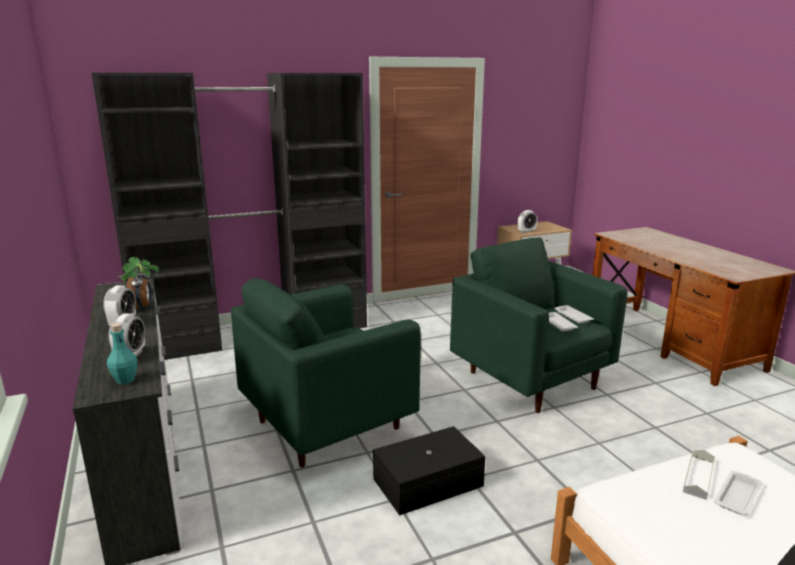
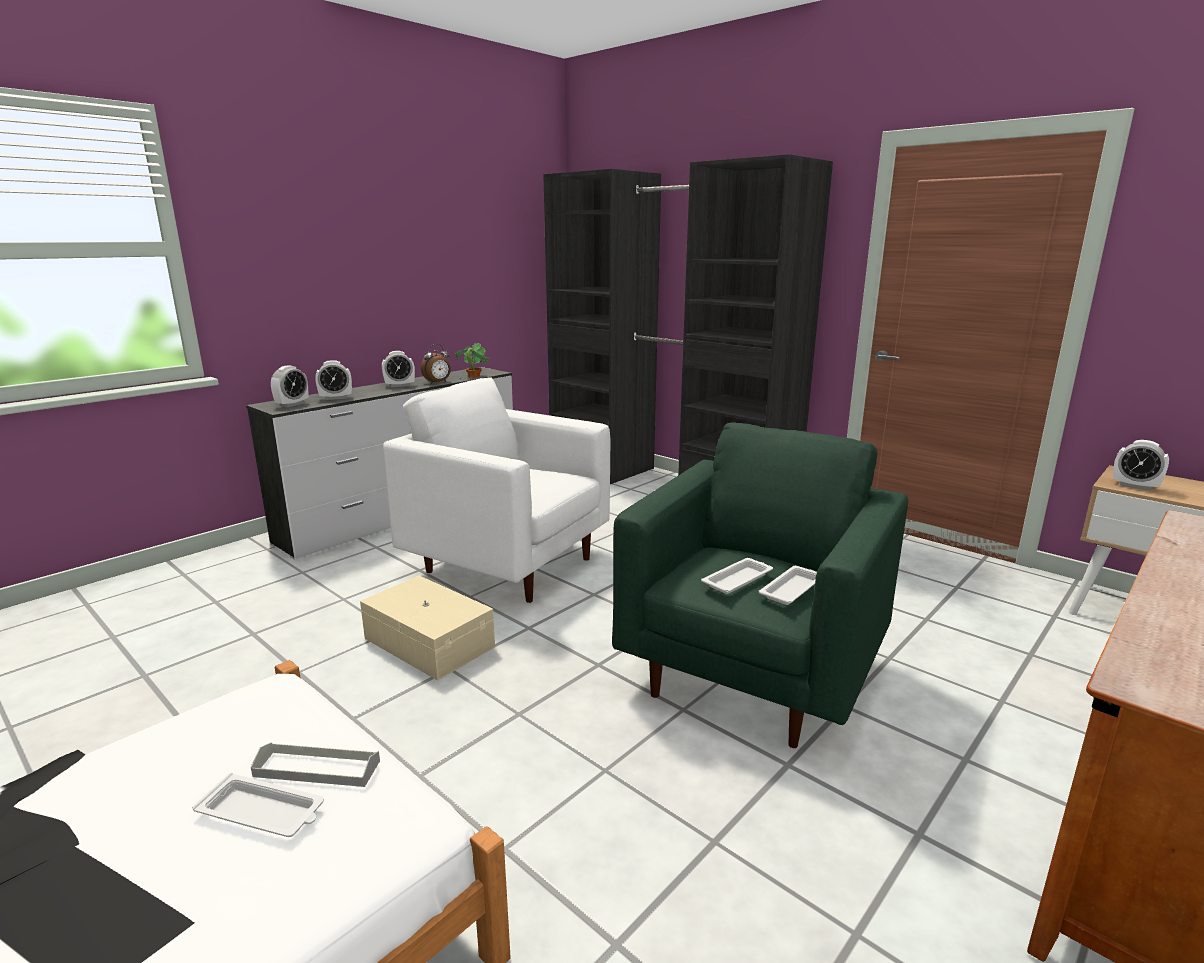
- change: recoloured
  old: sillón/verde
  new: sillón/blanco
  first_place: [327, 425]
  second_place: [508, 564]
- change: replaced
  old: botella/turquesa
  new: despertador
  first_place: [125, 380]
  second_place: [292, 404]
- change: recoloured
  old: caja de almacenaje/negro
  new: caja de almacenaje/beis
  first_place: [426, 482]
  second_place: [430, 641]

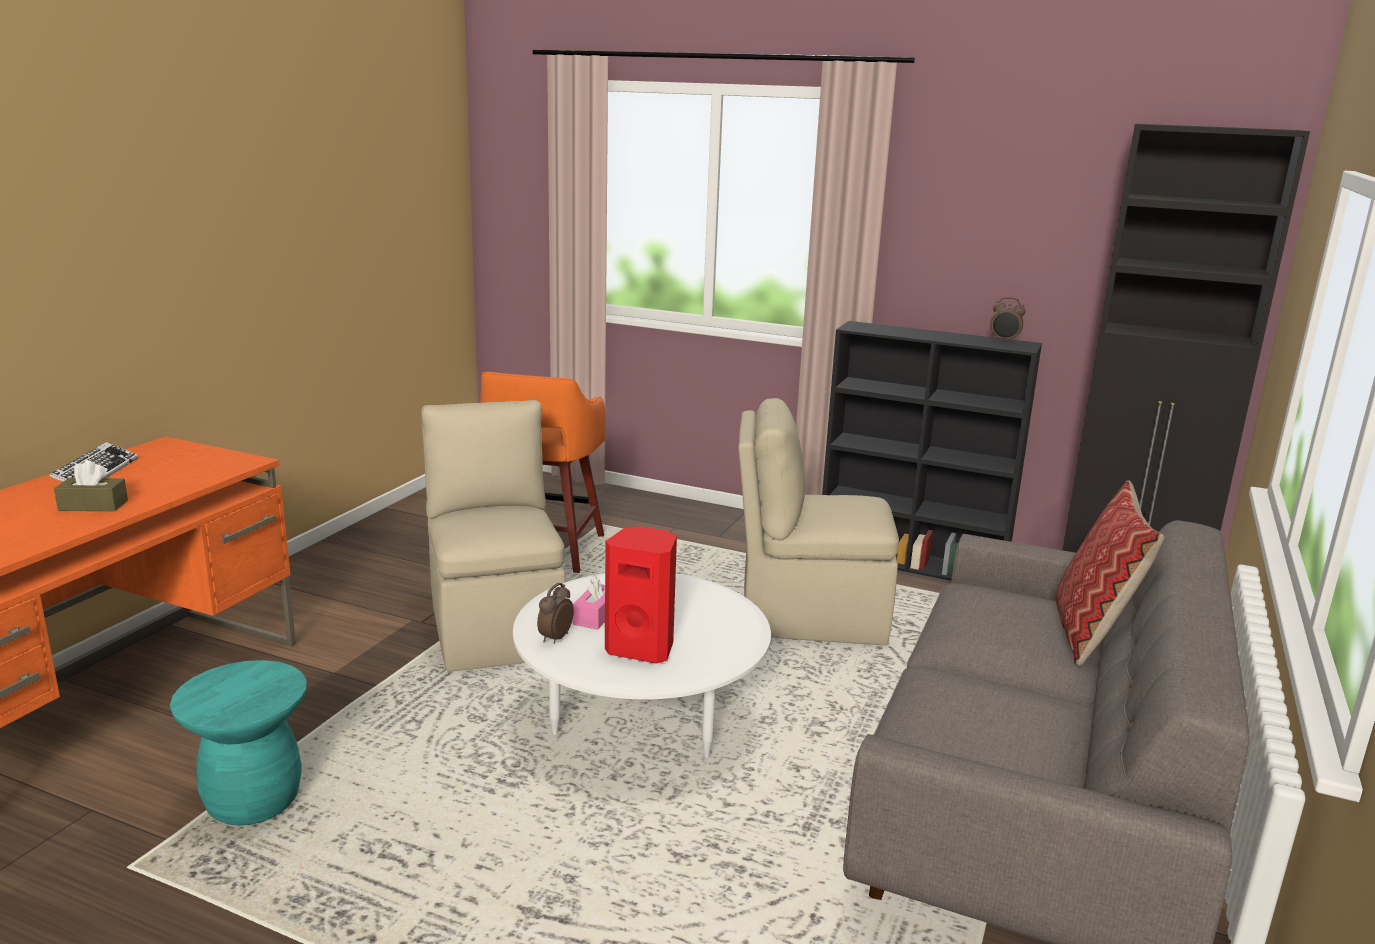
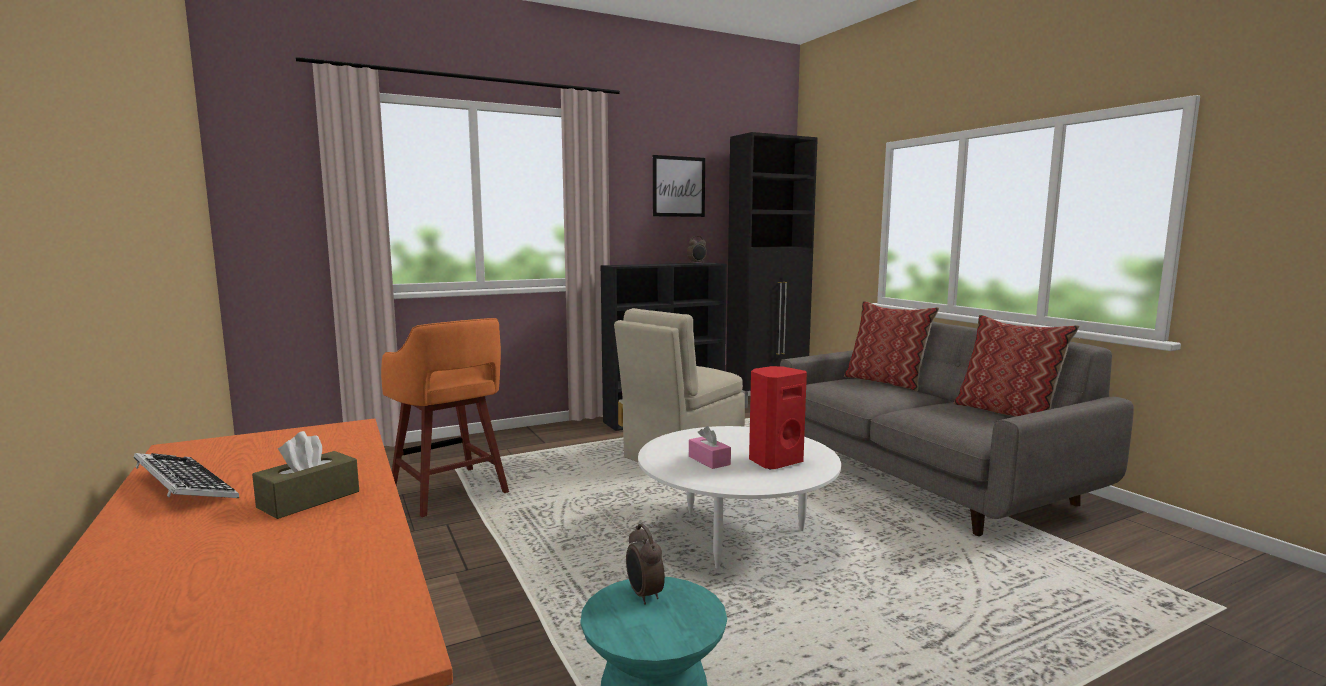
- change: removed
  old: silla/beis
  first_place: [496, 627]
- change: moved
  old: despertador
  first_place: [554, 638]
  second_place: [644, 595]
- change: added
  new: cuadro
  second_place: [678, 186]
- change: added
  new: cojín
  second_place: [1007, 413]

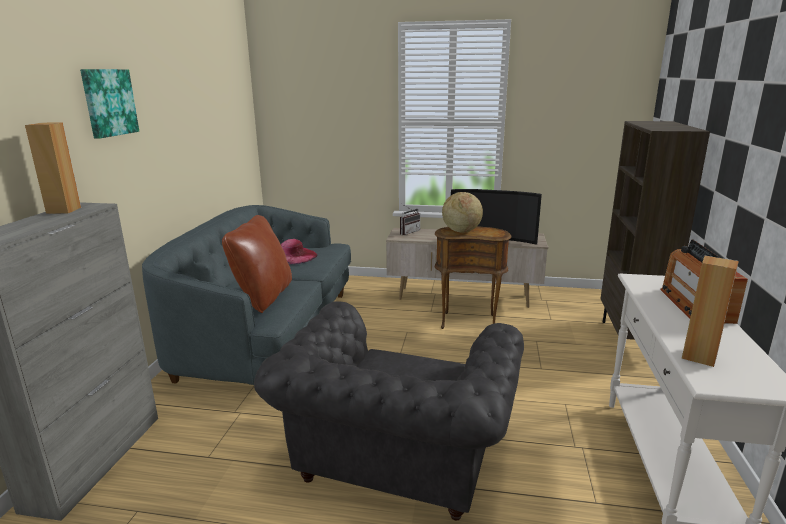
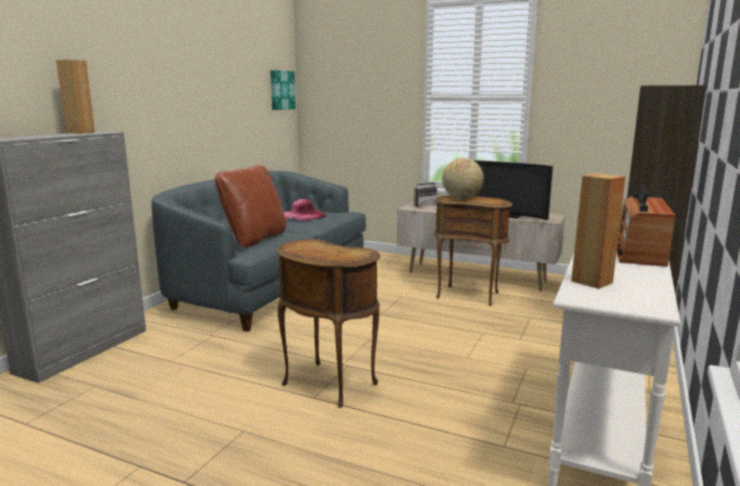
- change: moved
  old: cuadro
  first_place: [108, 102]
  second_place: [281, 90]
- change: replaced
  old: sillón/gris
  new: mesa auxiliar/marrón
  first_place: [395, 460]
  second_place: [327, 385]

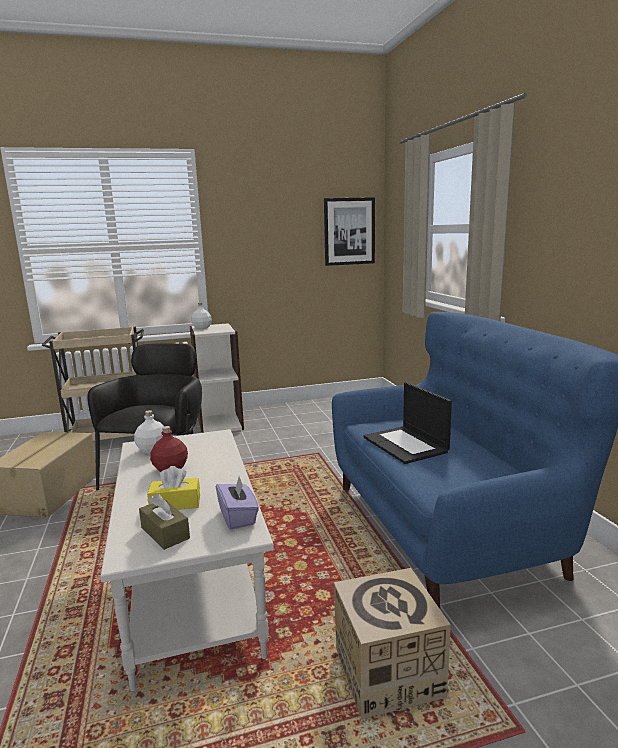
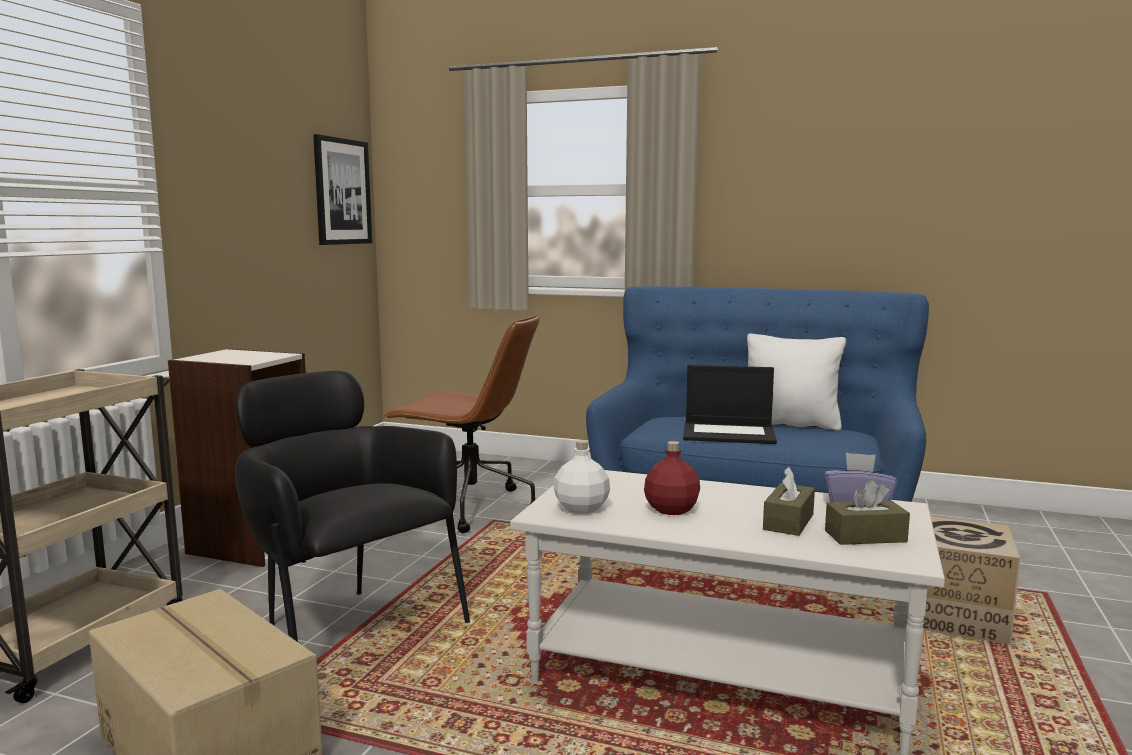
- change: removed
  old: botella/blanco
  first_place: [202, 327]
- change: recoloured
  old: caja de pañuelos/amarillo
  new: caja de pañuelos/marrón
  first_place: [175, 503]
  second_place: [788, 522]
- change: added
  new: silla de oficina/marrón
  second_place: [469, 508]
- change: added
  new: cojín/blanco
  second_place: [790, 424]

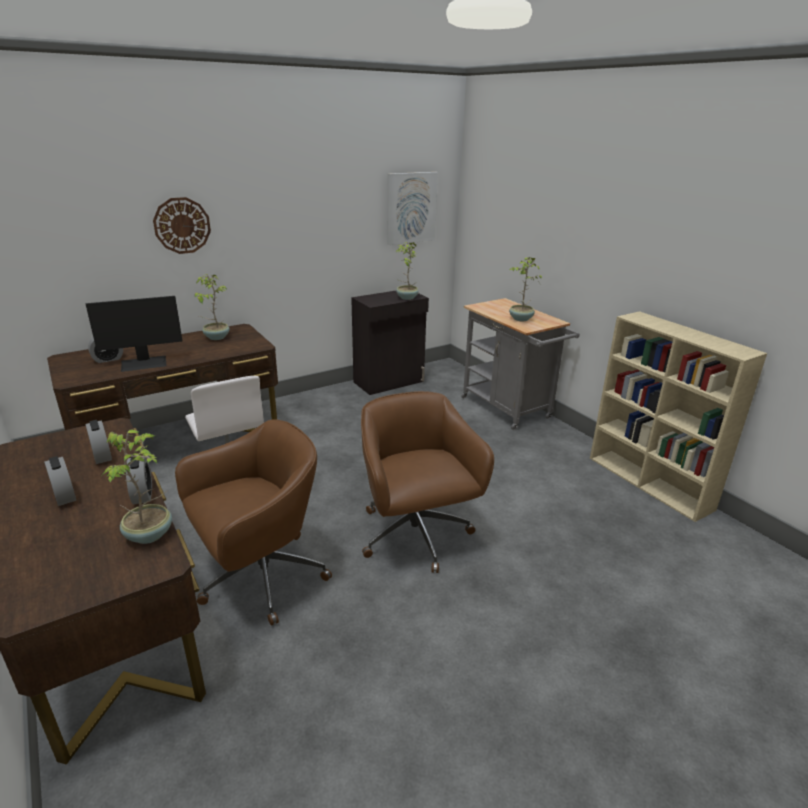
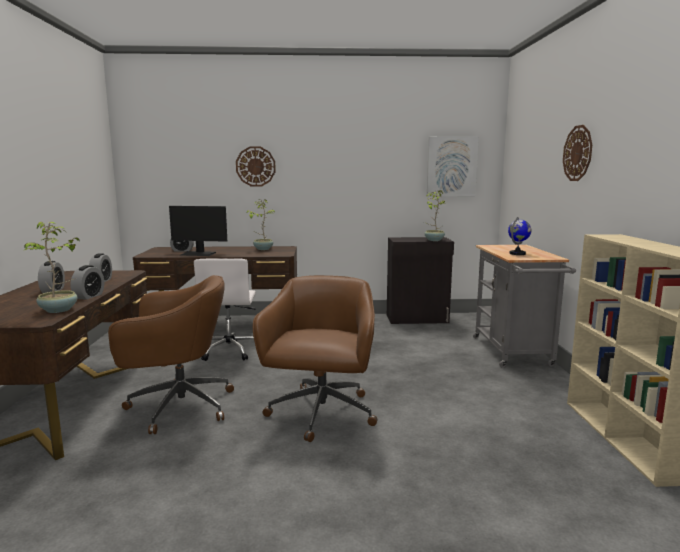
- change: replaced
  old: planta en maceta
  new: globo terráqueo
  first_place: [520, 319]
  second_place: [517, 254]
- change: added
  new: reloj de pared
  second_place: [577, 153]

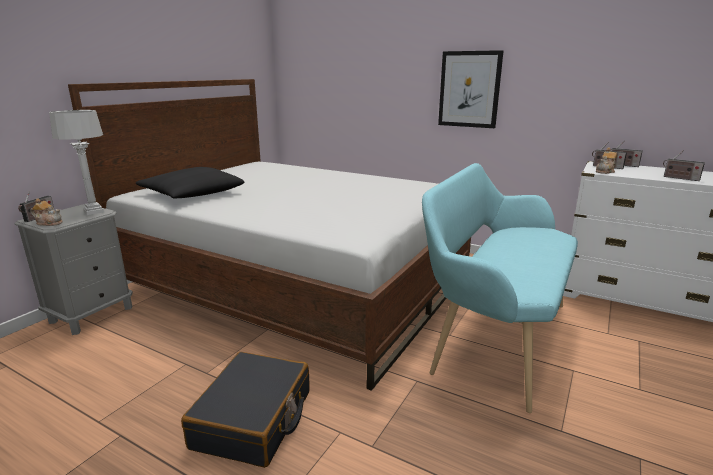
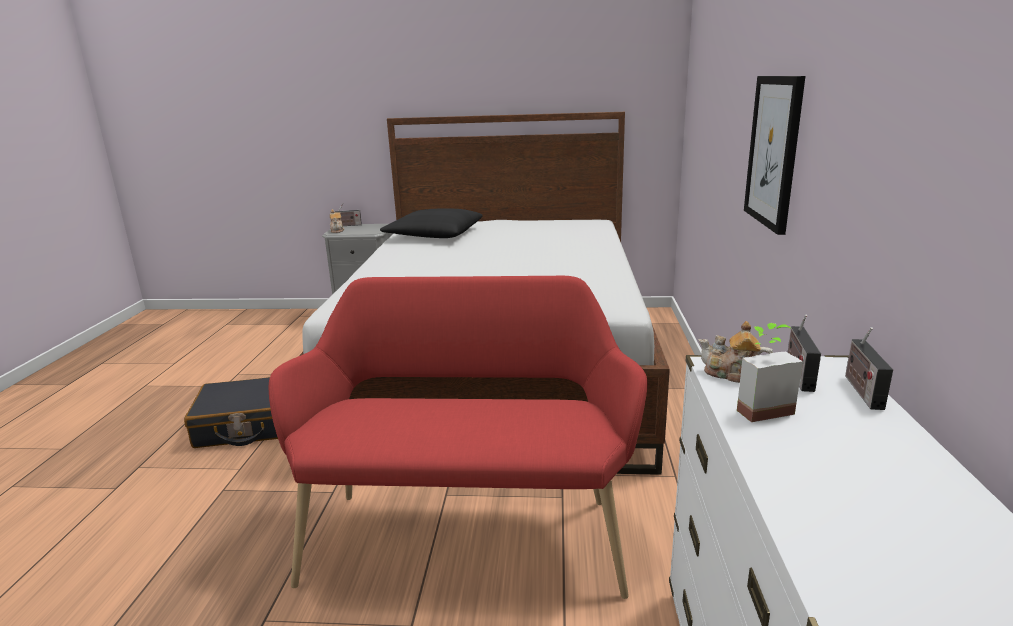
- change: removed
  old: lámpara de mesa/gris
  first_place: [94, 211]
- change: removed
  old: radio
  first_place: [679, 178]
- change: recoloured
  old: banco/turquesa
  new: banco/rojo
  first_place: [494, 335]
  second_place: [467, 532]
- change: added
  new: planta en maceta
  second_place: [758, 407]

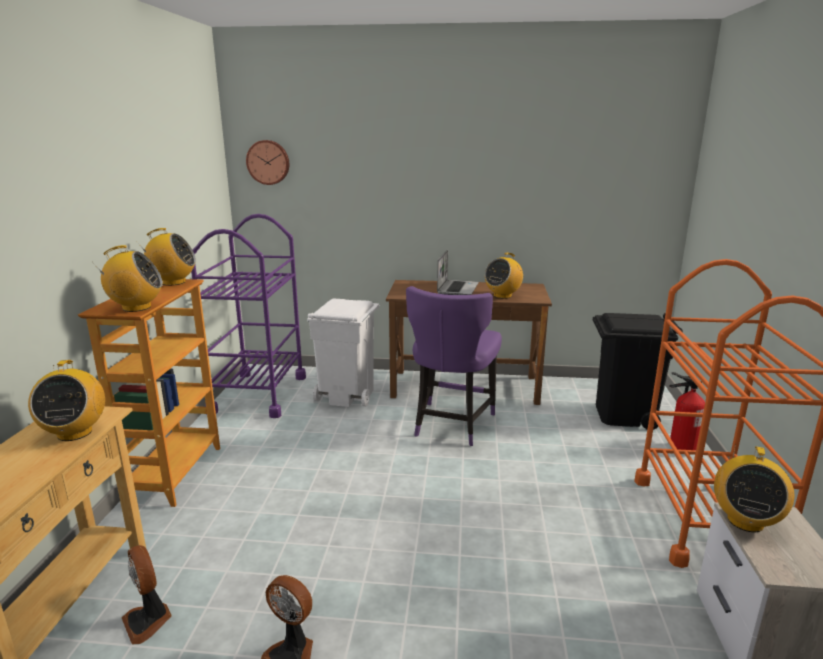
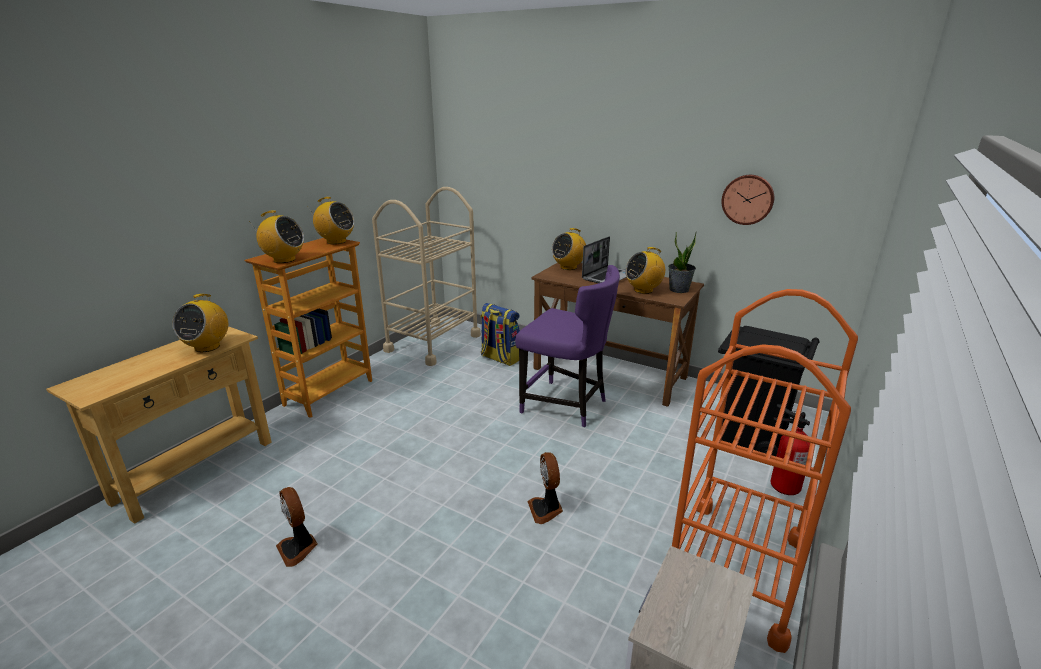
- change: moved
  old: reloj de pared
  first_place: [268, 162]
  second_place: [748, 199]
- change: recoloured
  old: carrito/morado
  new: carrito/beis
  first_place: [259, 394]
  second_place: [433, 343]
- change: turned
  old: silla/morado
  first_place: [451, 425]
  second_place: [566, 405]
  degrees: -105
- change: replaced
  old: papelera/blanco
  new: mochila
  first_place: [347, 395]
  second_place: [500, 358]
- change: moved
  old: radio
  first_place: [745, 521]
  second_place: [568, 267]
- change: moved
  old: ventilador
  first_place: [148, 621]
  second_place: [546, 509]
- change: added
  new: planta en maceta
  second_place: [679, 290]

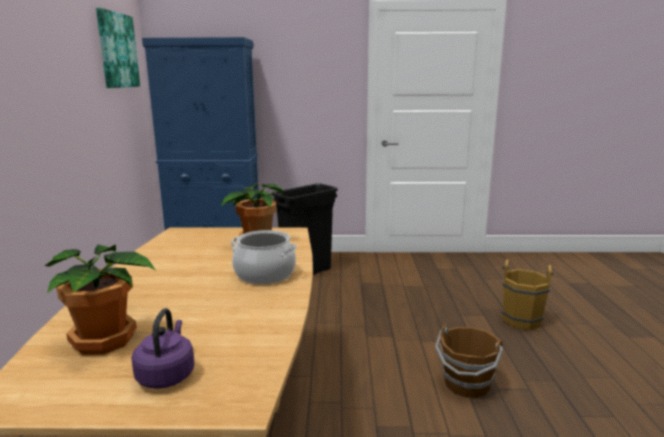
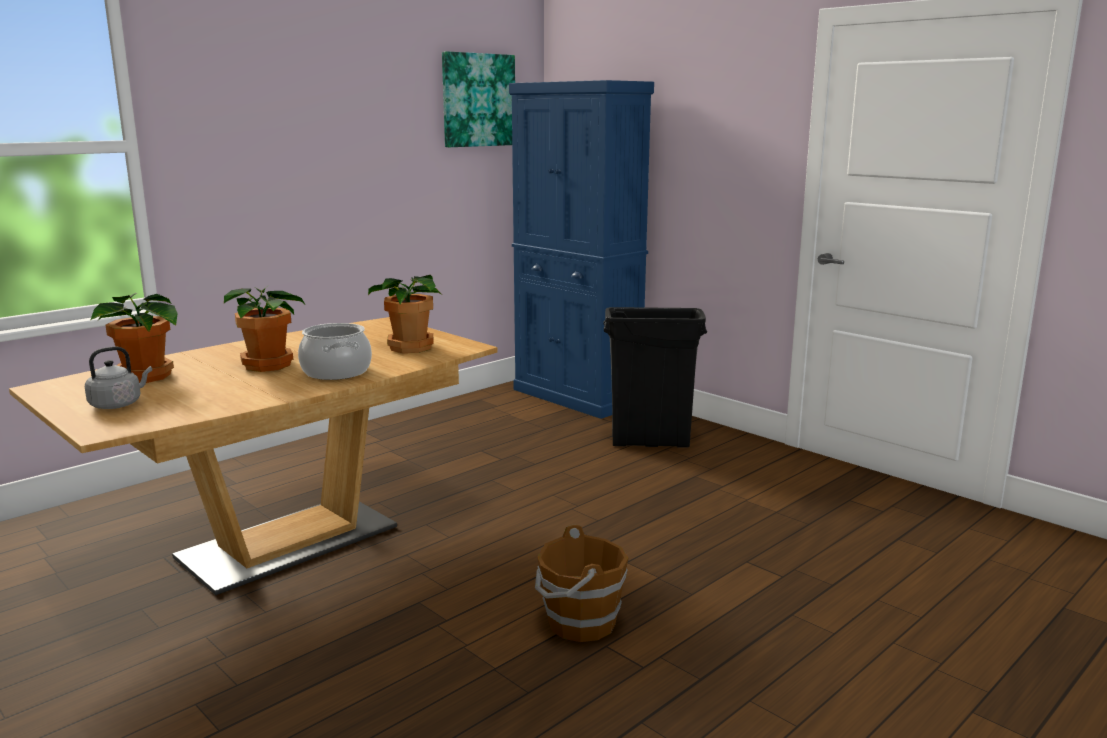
- change: removed
  old: cubo/marrón
  first_place: [521, 319]
- change: recoloured
  old: hervidor/morado
  new: hervidor/gris
  first_place: [167, 375]
  second_place: [118, 404]
- change: added
  new: planta en maceta
  second_place: [269, 365]

